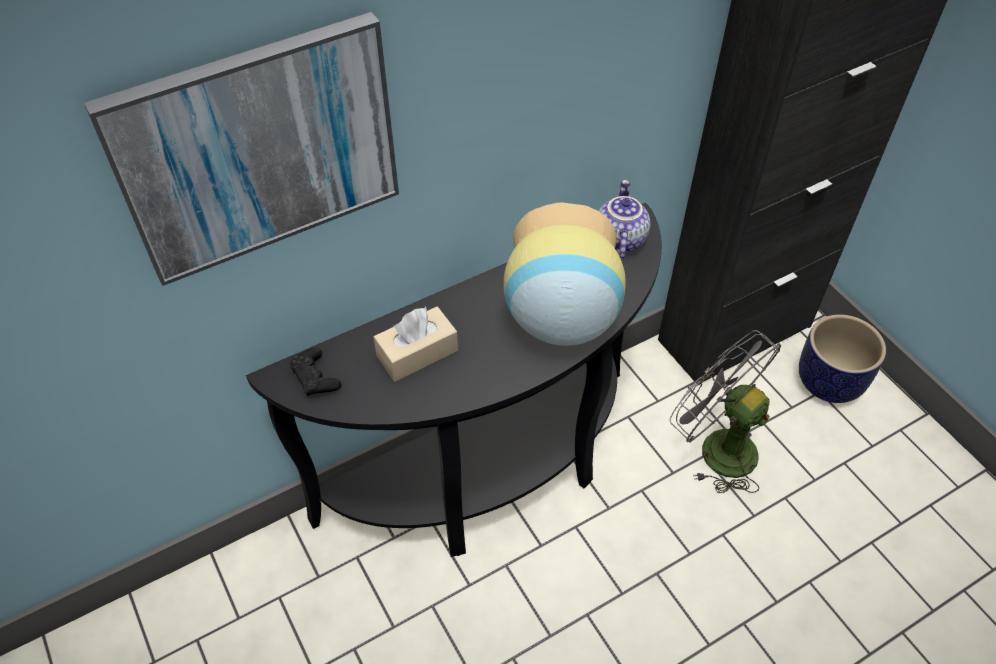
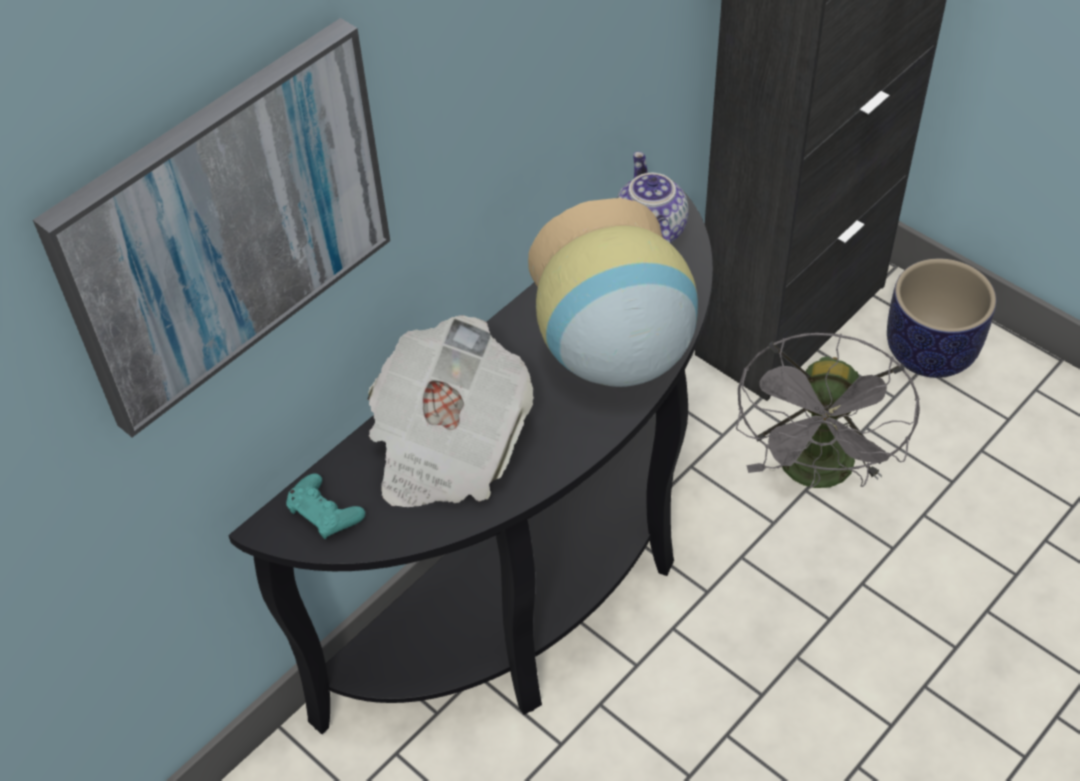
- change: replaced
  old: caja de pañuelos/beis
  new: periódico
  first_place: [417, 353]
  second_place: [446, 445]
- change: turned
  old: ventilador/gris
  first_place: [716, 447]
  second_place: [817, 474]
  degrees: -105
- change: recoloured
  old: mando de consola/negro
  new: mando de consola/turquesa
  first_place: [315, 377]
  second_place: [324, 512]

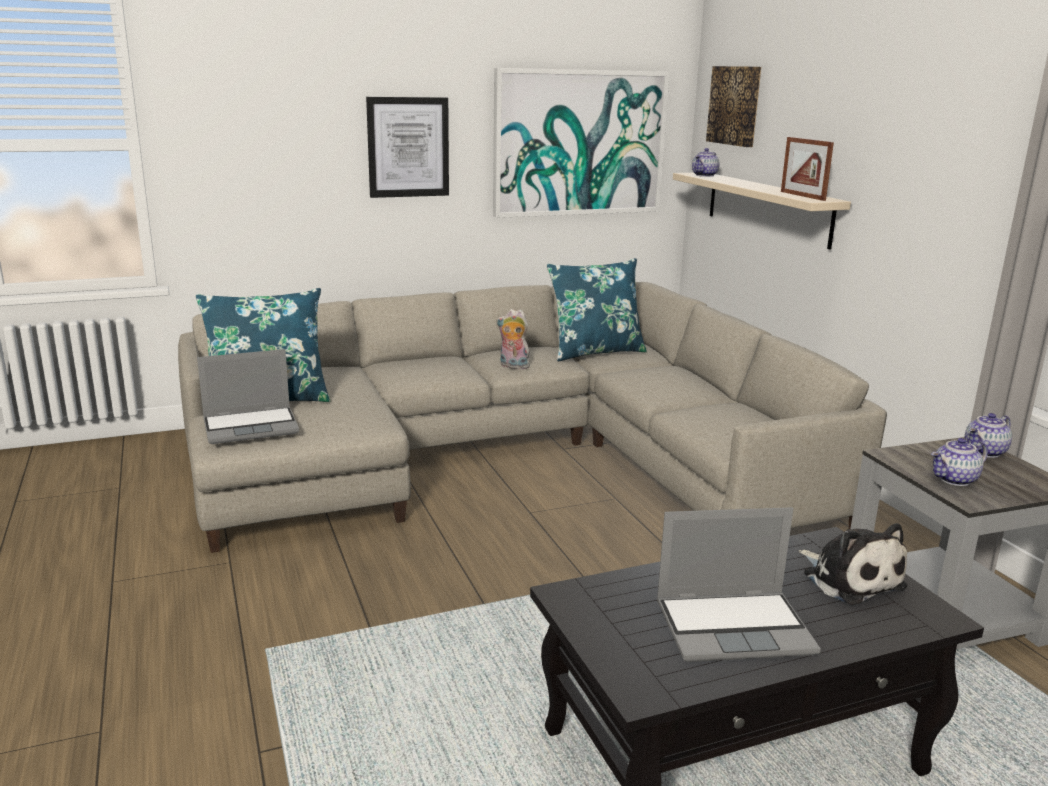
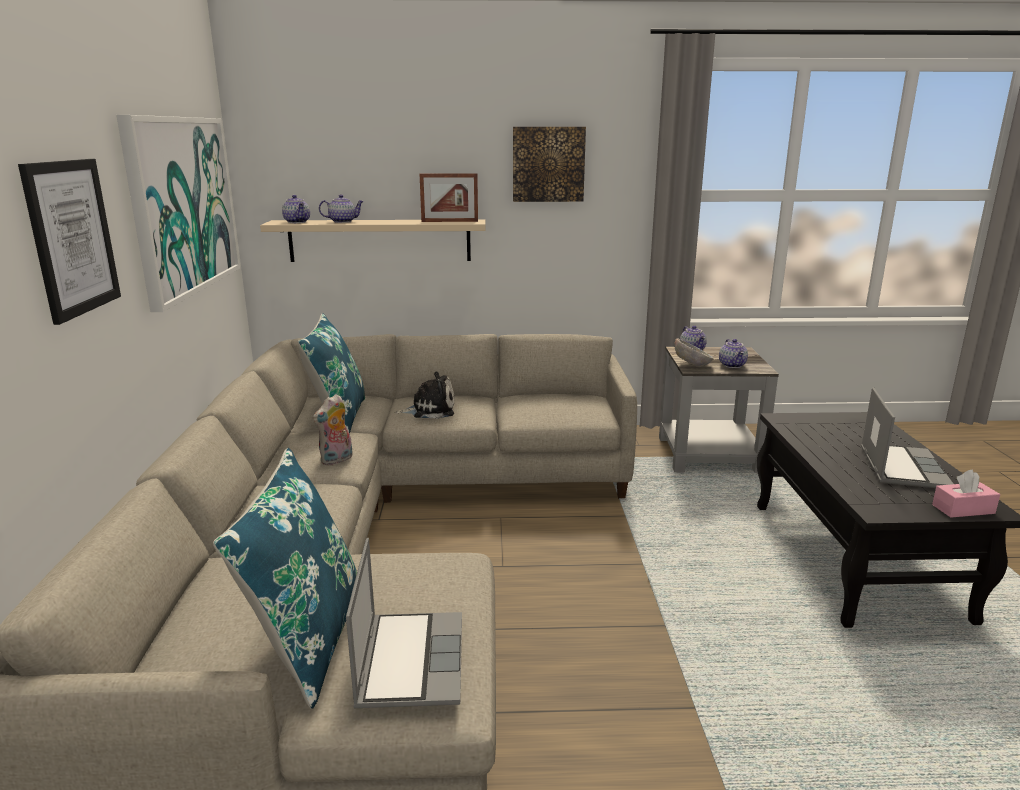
- change: moved
  old: cuadro
  first_place: [735, 105]
  second_place: [548, 164]
- change: moved
  old: peluche
  first_place: [849, 578]
  second_place: [430, 410]
- change: added
  new: tetera
  second_place: [343, 221]
- change: added
  new: cuenco
  second_place: [692, 365]
- change: added
  new: caja de pañuelos/rosa
  second_place: [963, 509]

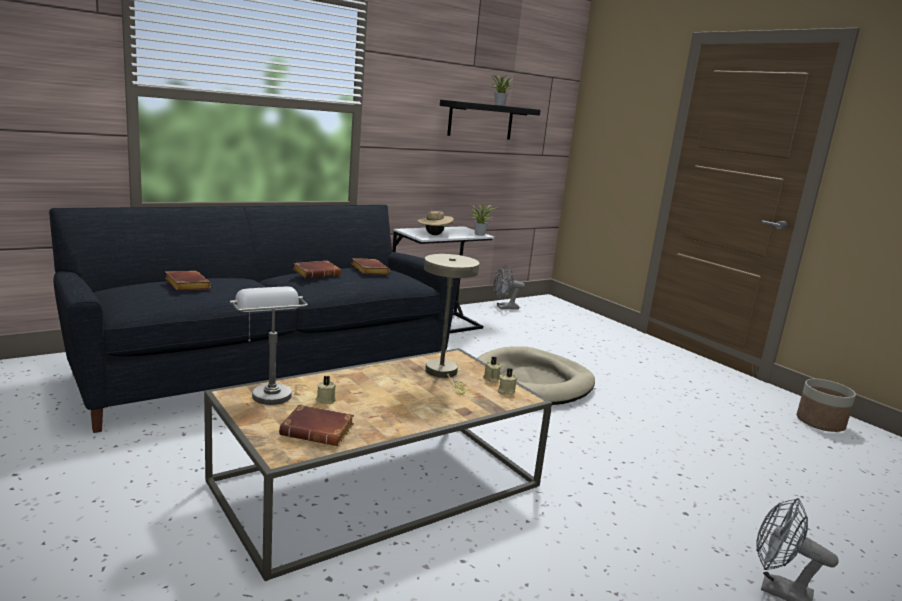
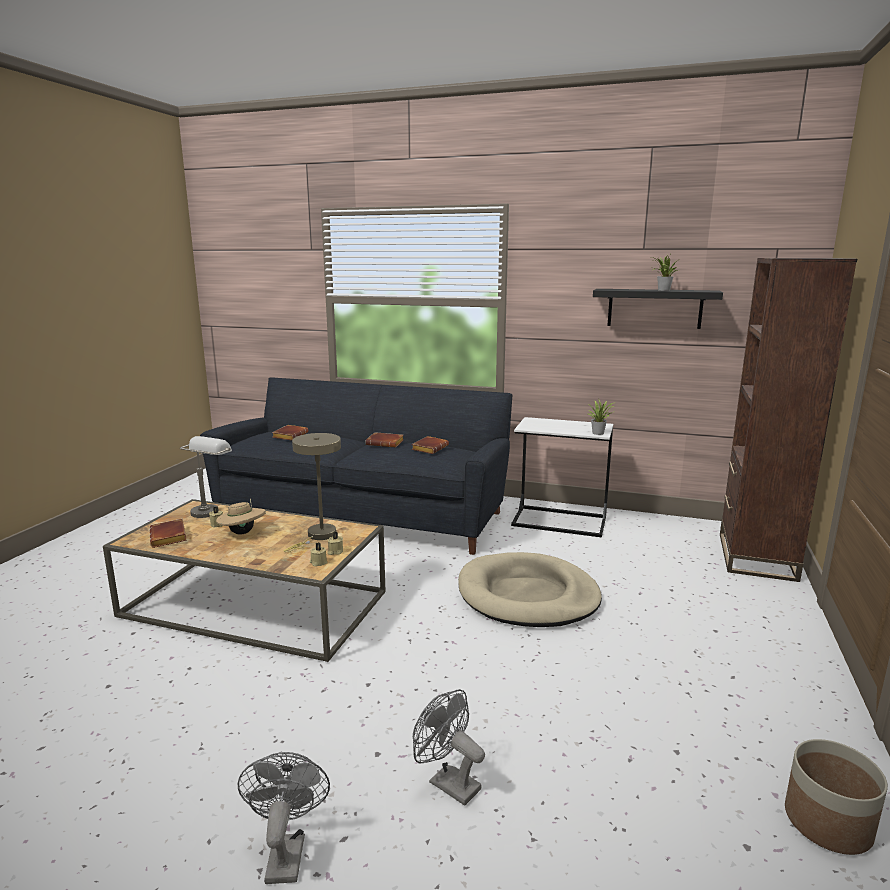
- change: moved
  old: sombrero/beis
  first_place: [434, 234]
  second_place: [242, 532]
- change: moved
  old: ventilador/gris
  first_place: [504, 307]
  second_place: [448, 782]
- change: added
  new: estantería/marrón
  second_place: [756, 556]

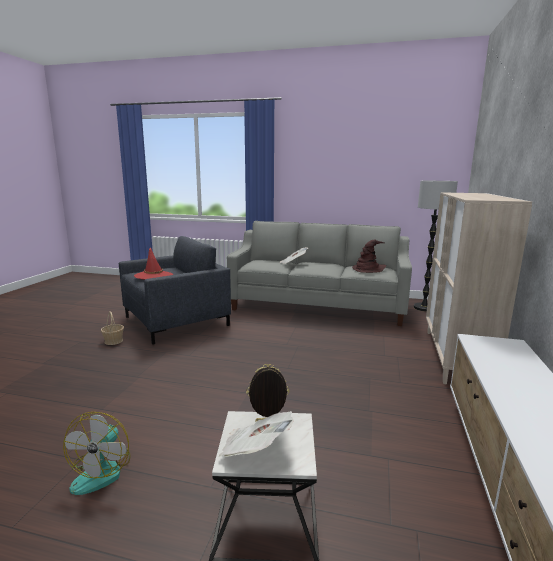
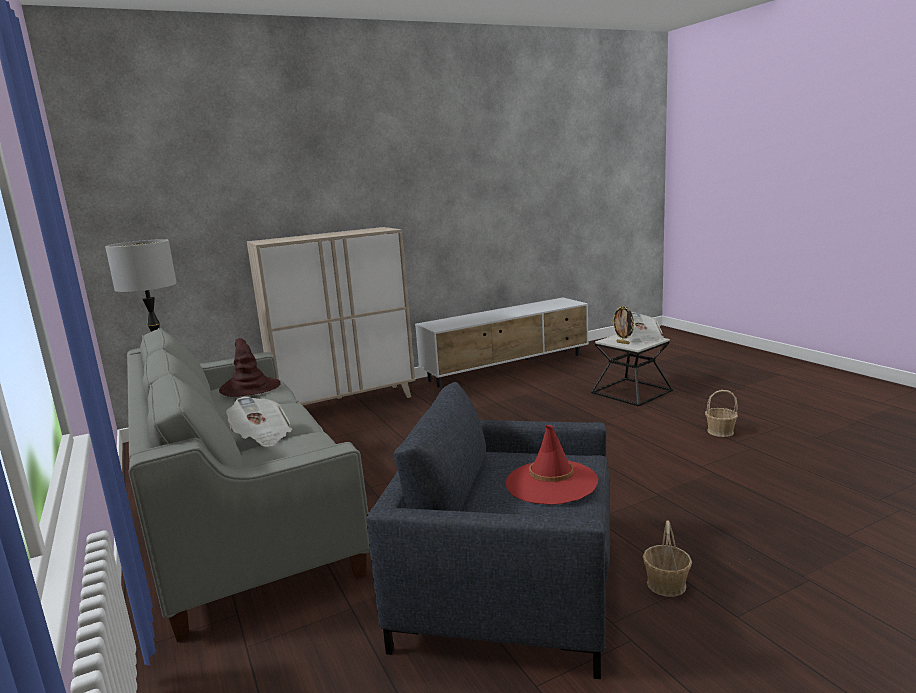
- change: replaced
  old: ventilador
  new: cesta
  first_place: [103, 471]
  second_place: [720, 431]

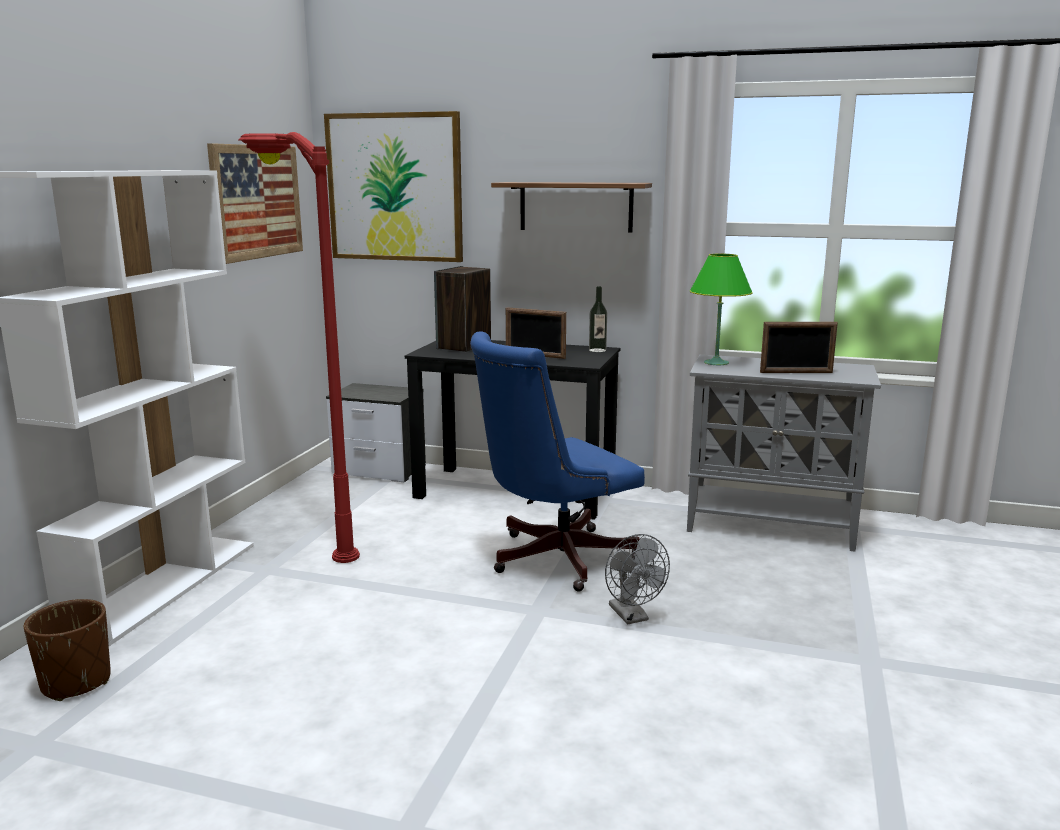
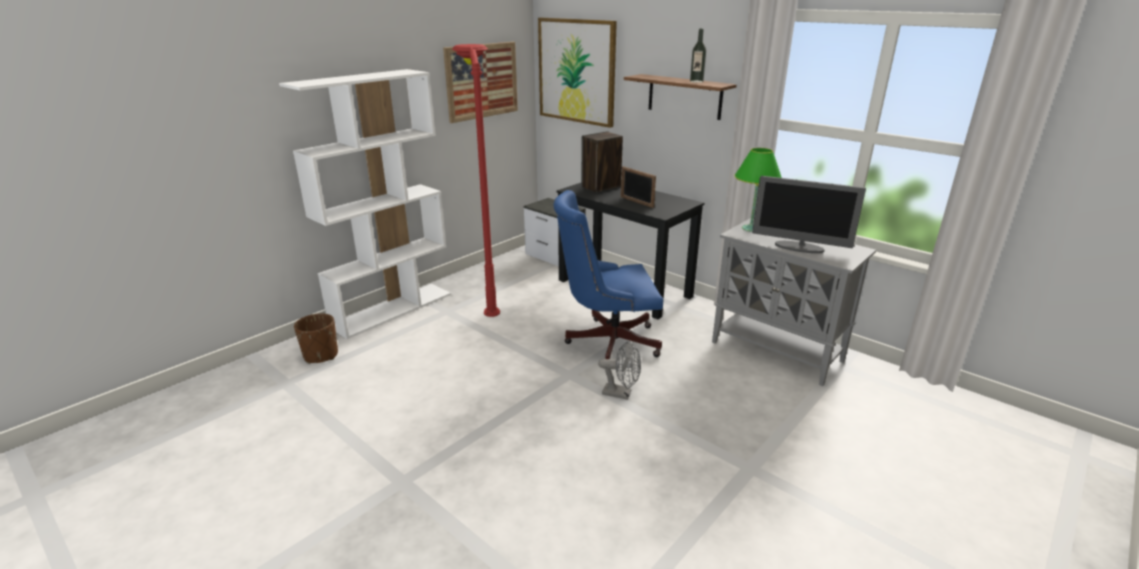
- change: moved
  old: botella
  first_place: [597, 350]
  second_place: [696, 81]
- change: replaced
  old: portarretratos
  new: monitor
  first_place: [796, 372]
  second_place: [799, 247]
- change: turned
  old: ventilador/gris
  first_place: [632, 616]
  second_place: [621, 394]
  degrees: -75

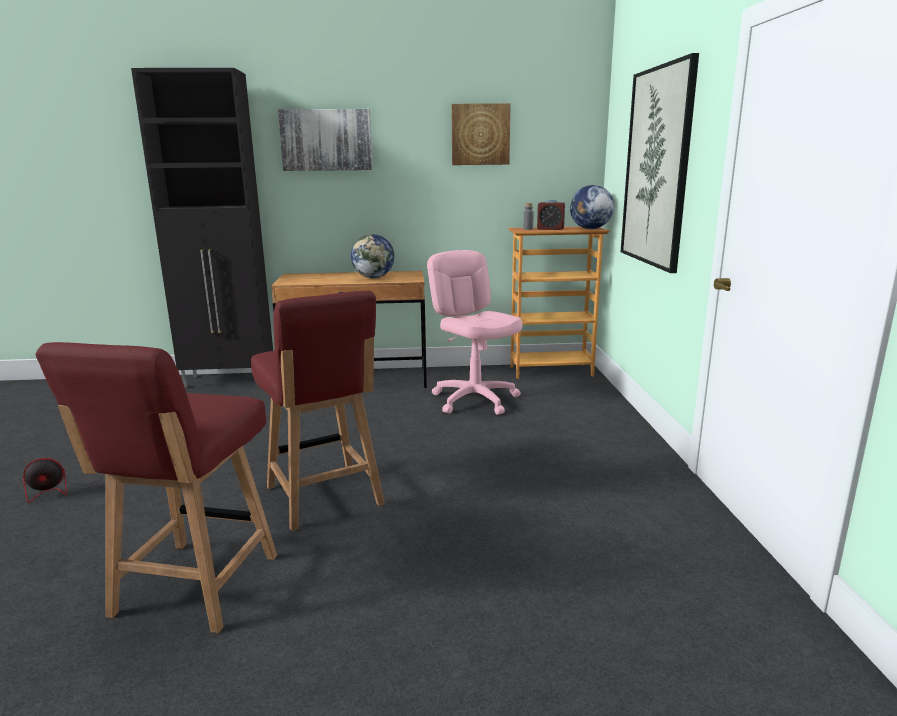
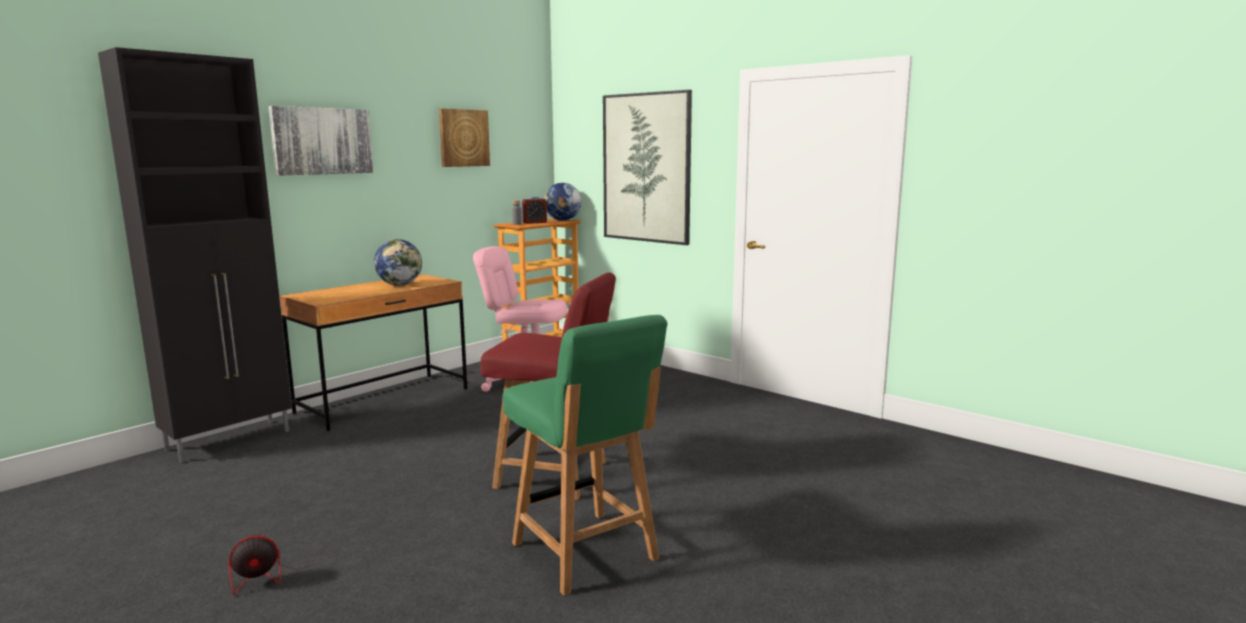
- change: recoloured
  old: silla/rojo
  new: silla/verde
  first_place: [194, 587]
  second_place: [586, 553]
- change: turned
  old: ventilador
  first_place: [64, 486]
  second_place: [274, 571]
  degrees: 45

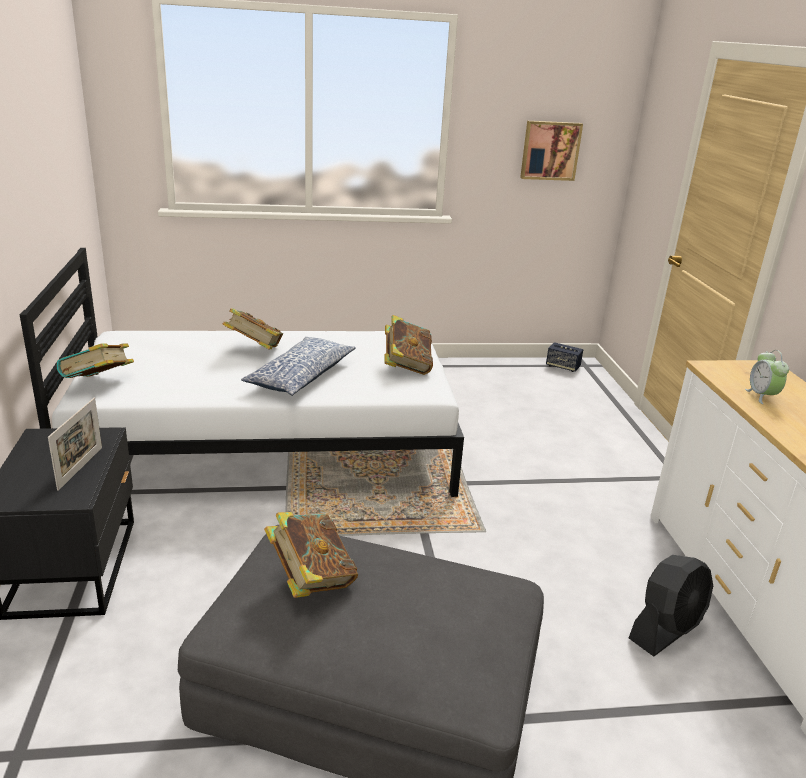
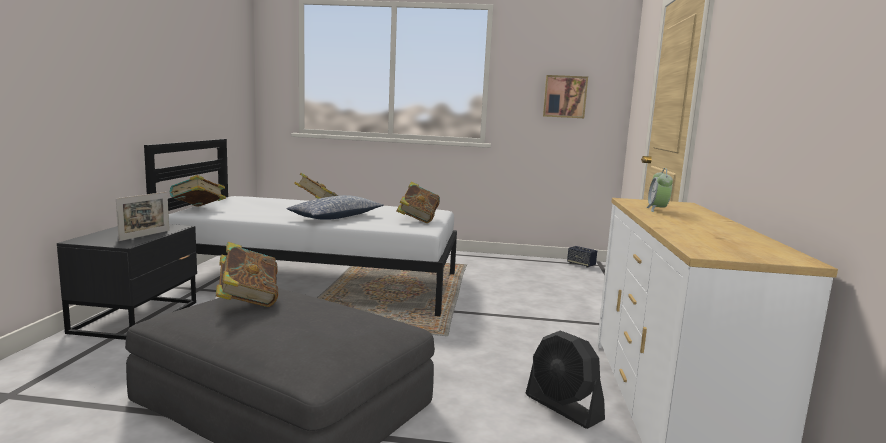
- change: turned
  old: ventilador/negro
  first_place: [666, 630]
  second_place: [563, 408]
  degrees: 75

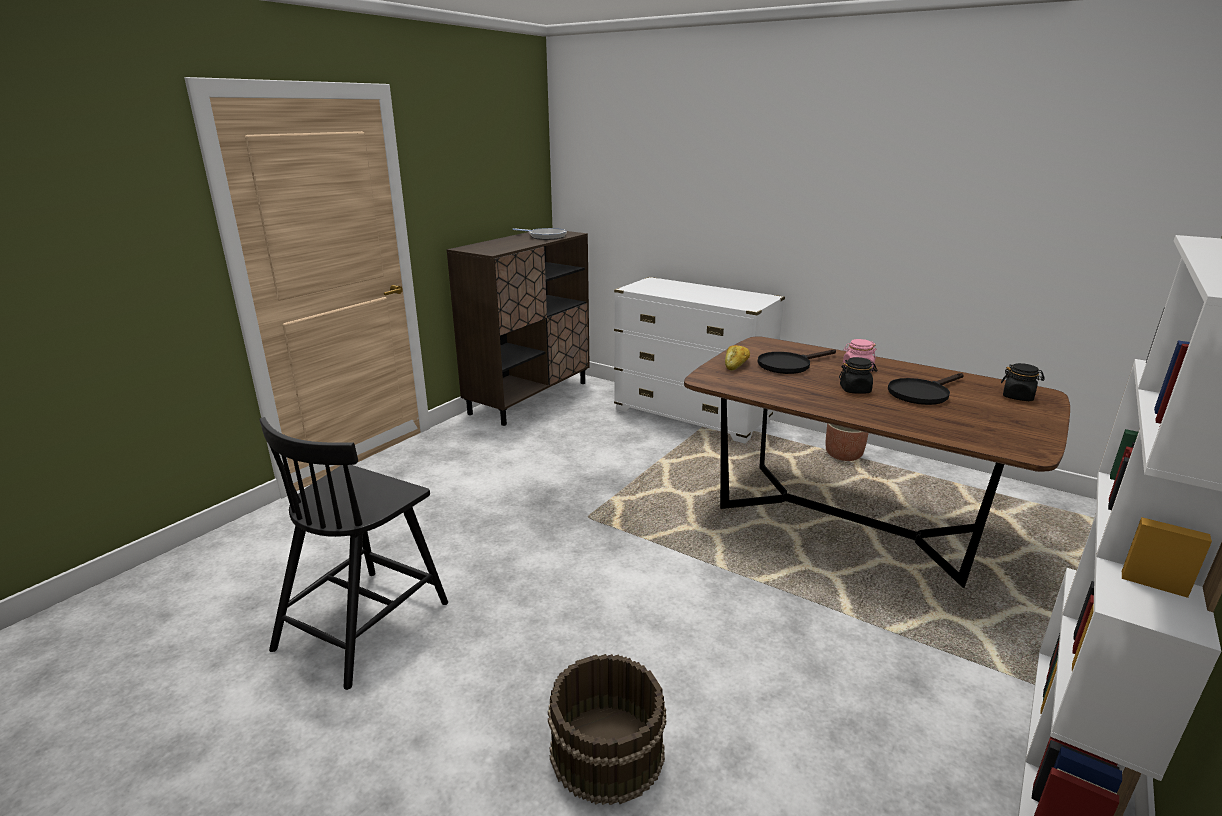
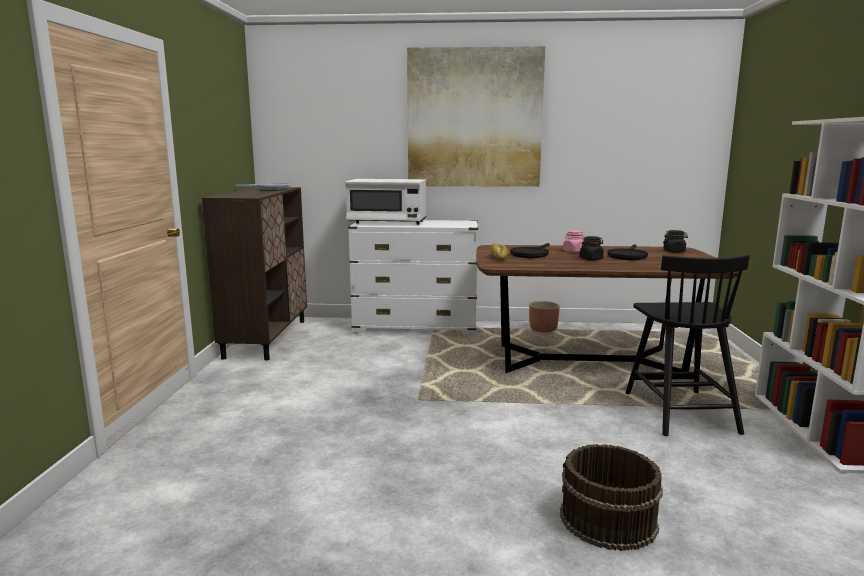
- change: moved
  old: silla/negro
  first_place: [365, 623]
  second_place: [679, 411]
- change: added
  new: cuadro
  second_place: [474, 118]
- change: added
  new: microondas/blanco
  second_place: [387, 222]

